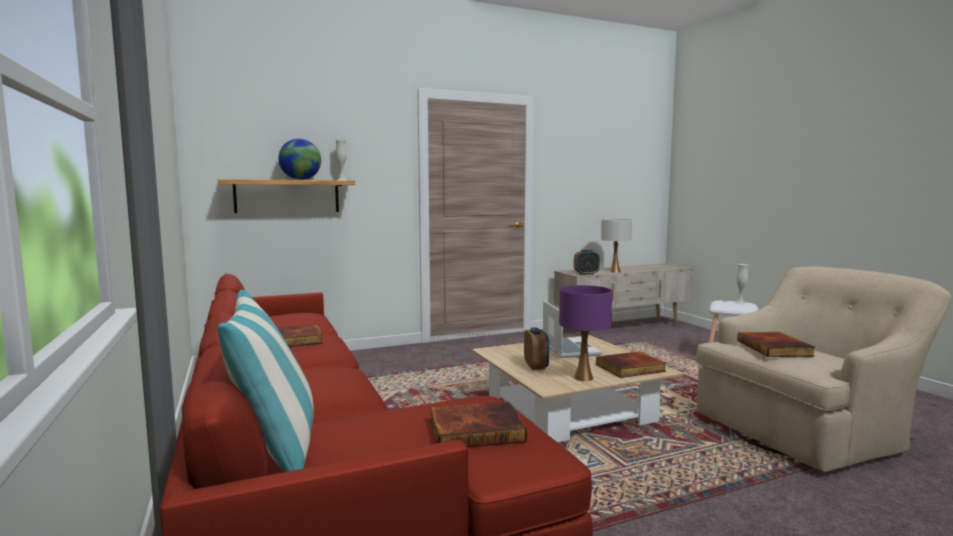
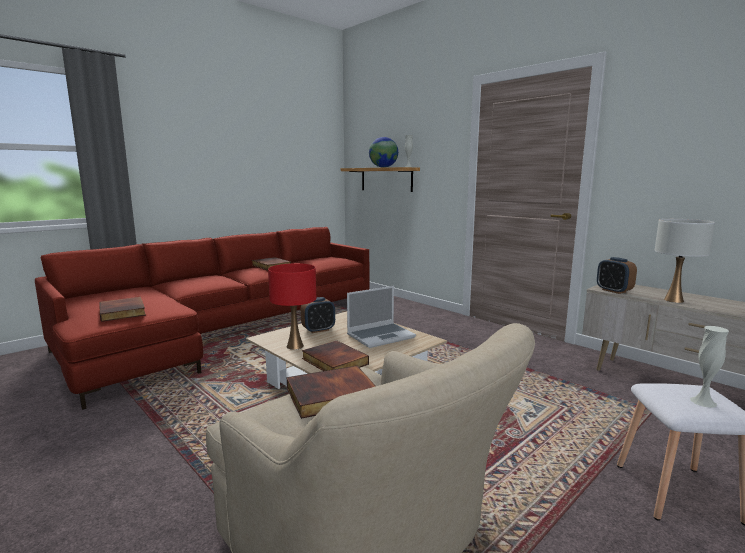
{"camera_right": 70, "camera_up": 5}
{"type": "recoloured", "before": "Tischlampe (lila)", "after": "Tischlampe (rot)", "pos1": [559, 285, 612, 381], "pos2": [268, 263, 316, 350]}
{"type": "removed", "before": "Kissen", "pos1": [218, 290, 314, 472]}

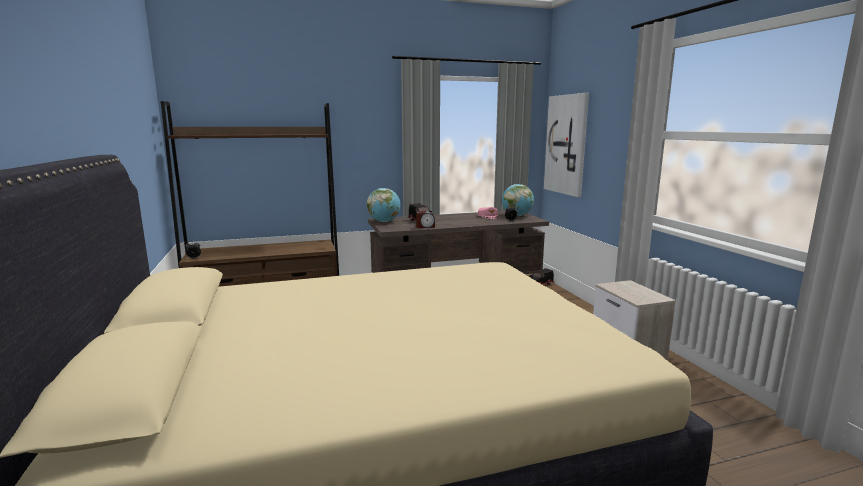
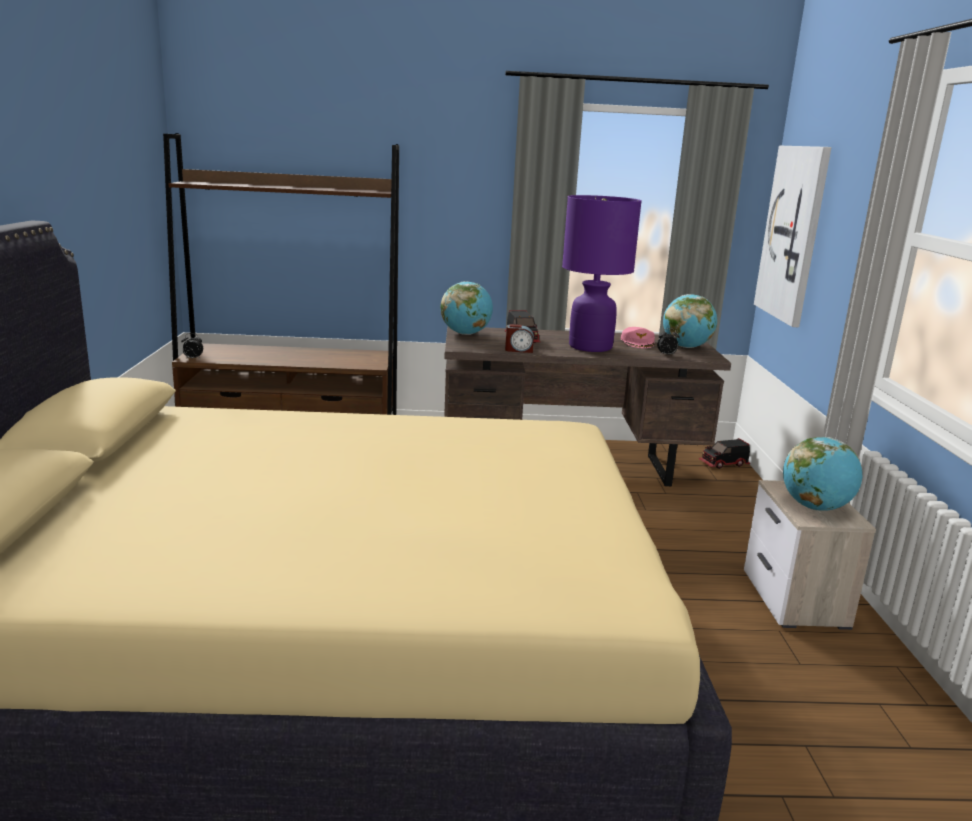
{"camera_right": 15, "camera_up": 5}
{"type": "added", "after": "Tischlampe (lila)", "pos2": [562, 195, 642, 352]}
{"type": "added", "after": "Globus", "pos2": [783, 437, 862, 511]}

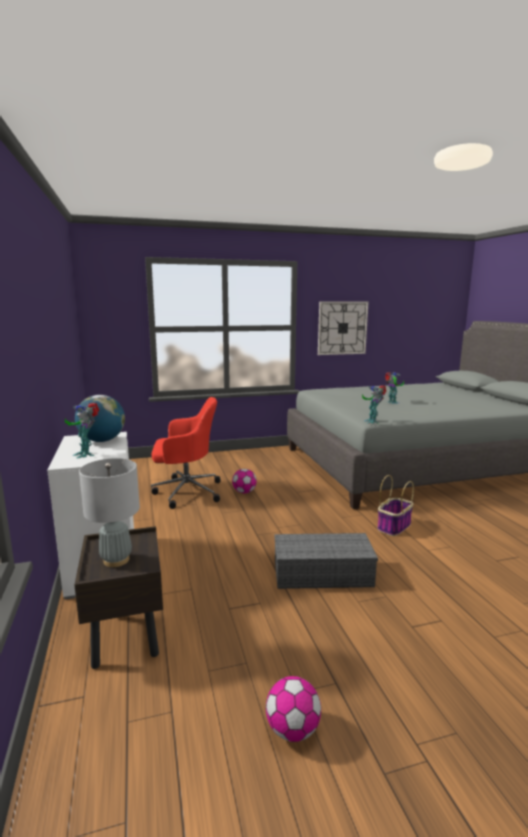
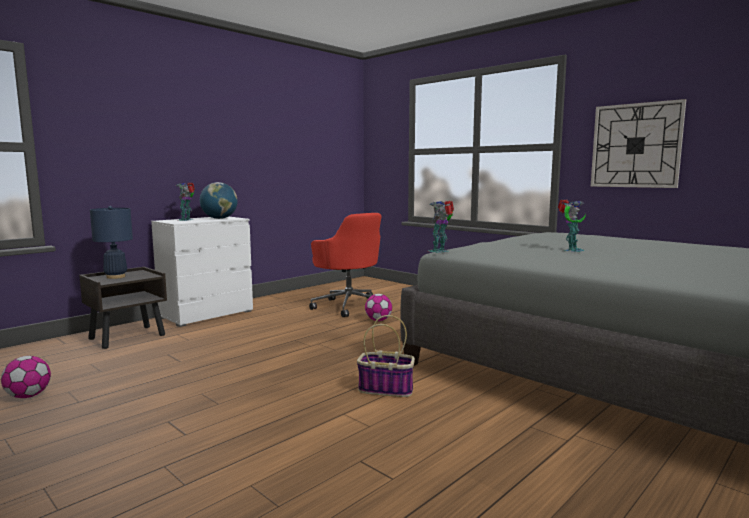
{"camera_right": 60, "camera_up": -5}
{"type": "recoloured", "before": "Tischlampe (grau)", "after": "Tischlampe (blau)", "pos1": [79, 458, 140, 567], "pos2": [90, 206, 133, 279]}
{"type": "removed", "before": "Aufbewahrungsbox (grau)", "pos1": [274, 533, 378, 589]}

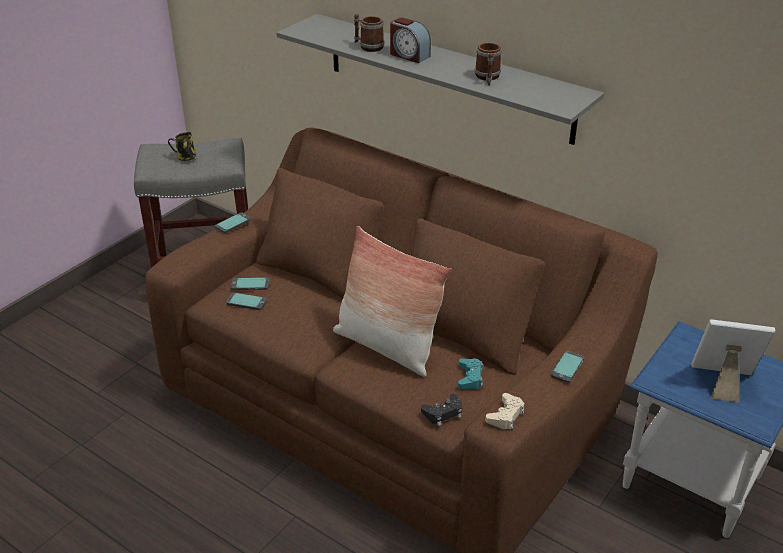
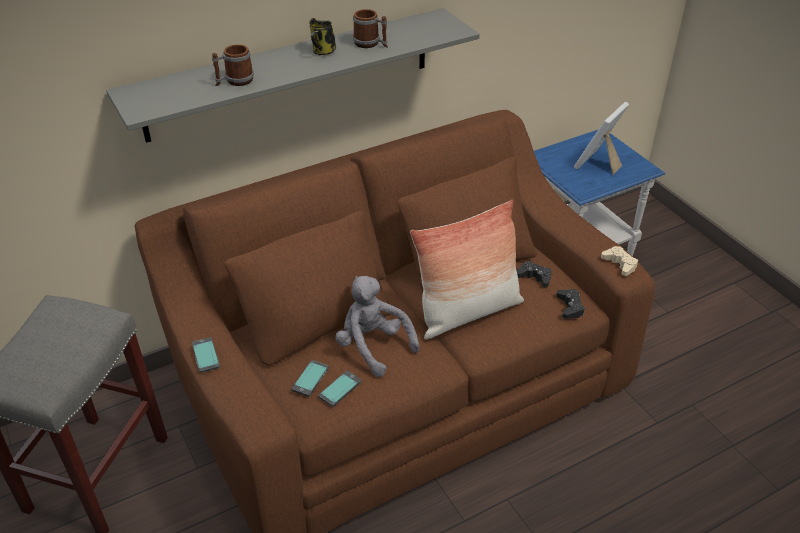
{"camera_right": -65, "camera_up": 5}
{"type": "moved", "before": "Henkelbecher", "pos1": [168, 132, 196, 161], "pos2": [309, 18, 336, 55]}
{"type": "added", "after": "Plüschtier (grau)", "pos2": [335, 276, 420, 377]}
{"type": "recoloured", "before": "Gamepad (türkis)", "after": "Gamepad (schwarz)", "pos1": [458, 358, 483, 390], "pos2": [517, 261, 552, 287]}
{"type": "removed", "before": "Wecker", "pos1": [390, 18, 431, 63]}
{"type": "removed", "before": "Handy", "pos1": [550, 351, 584, 383]}

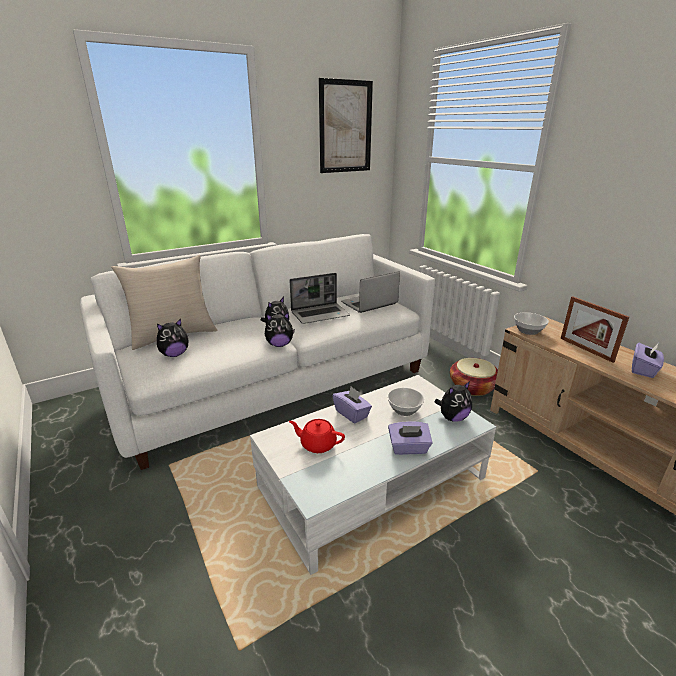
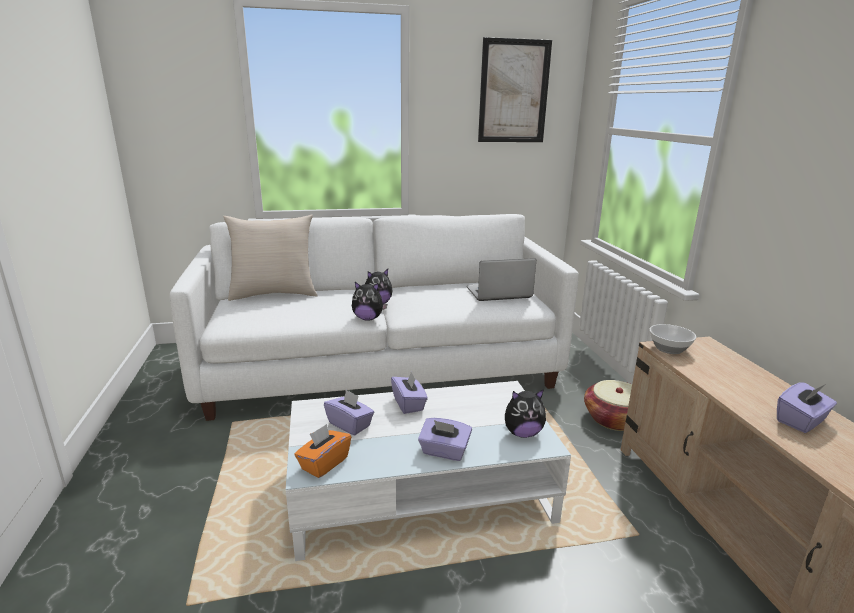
{"camera_right": 20, "camera_up": -5}
{"type": "added", "after": "Taschentuchbox (orange)", "pos2": [294, 424, 351, 478]}
{"type": "replaced", "before": "Teekanne (rot)", "after": "Taschentuchbox (lila)", "pos1": [289, 419, 345, 453], "pos2": [324, 390, 374, 435]}
{"type": "removed", "before": "Plüschtier", "pos1": [157, 319, 188, 357]}
{"type": "removed", "before": "Laptop", "pos1": [290, 273, 350, 324]}
{"type": "removed", "before": "Schüssel", "pos1": [387, 388, 424, 416]}
{"type": "removed", "before": "Bilderrahmen", "pos1": [560, 296, 629, 363]}

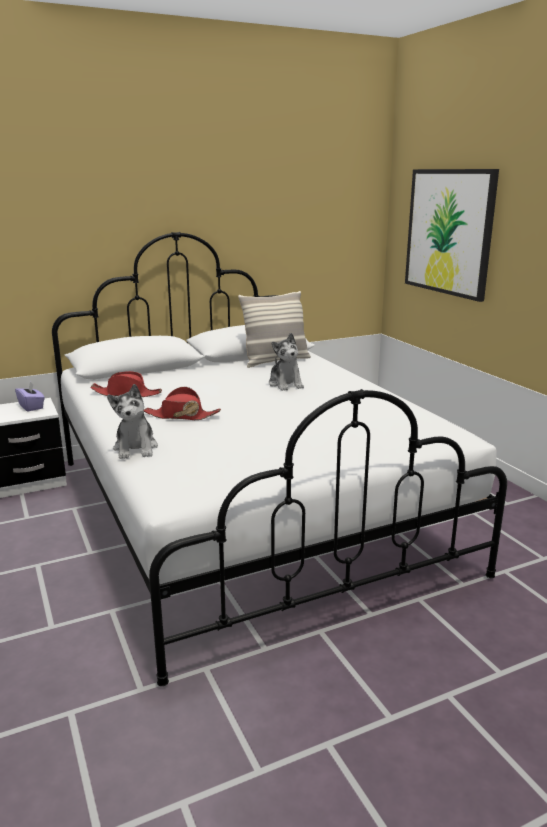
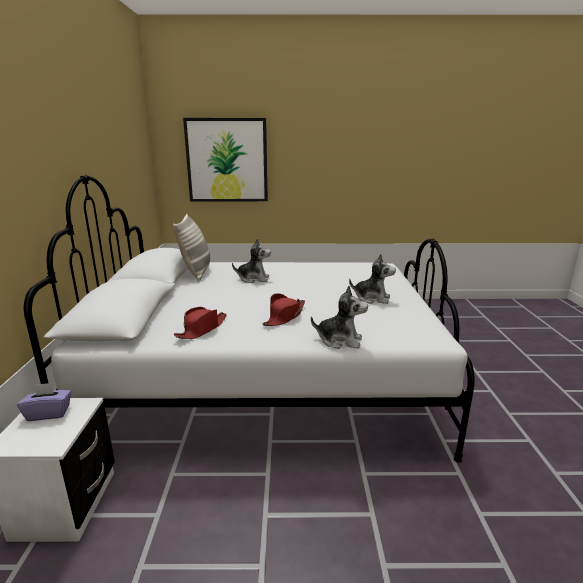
{"camera_right": -65, "camera_up": 0}
{"type": "added", "after": "Plüschtier", "pos2": [349, 254, 396, 304]}

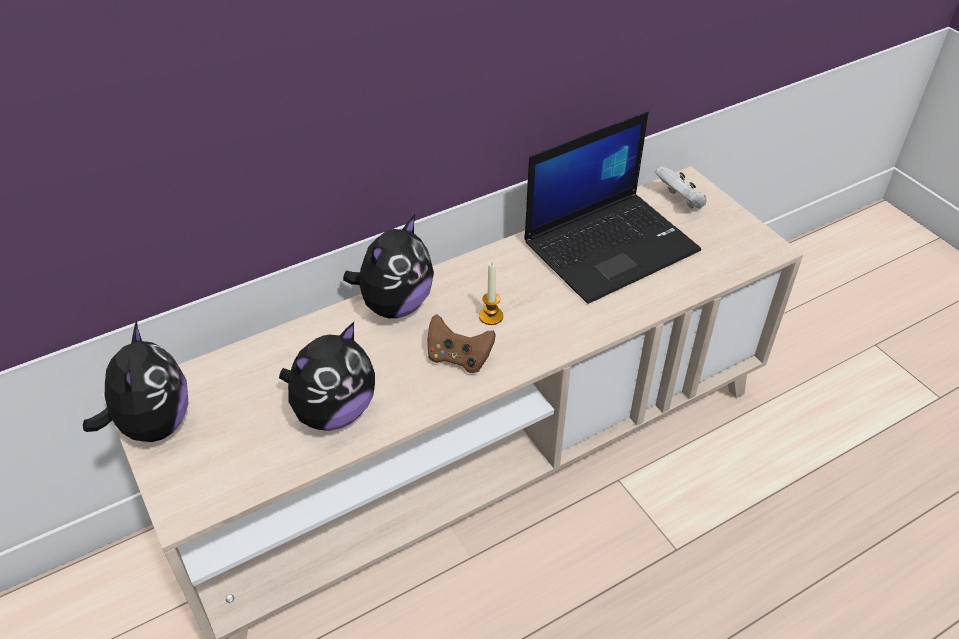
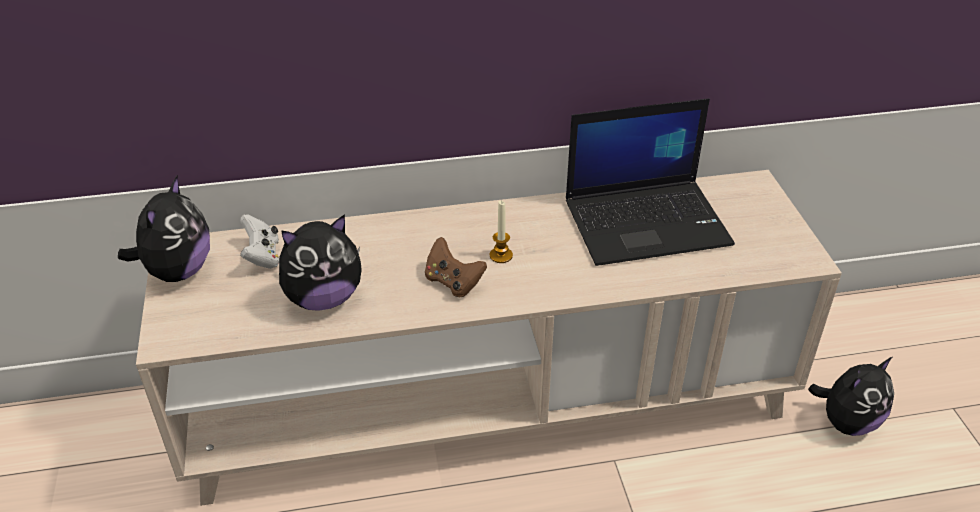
{"camera_right": 20, "camera_up": -5}
{"type": "moved", "before": "Gamepad (weiß)", "pos1": [655, 166, 707, 209], "pos2": [240, 214, 279, 269]}
{"type": "moved", "before": "Plüschtier", "pos1": [343, 215, 434, 318], "pos2": [808, 357, 894, 436]}

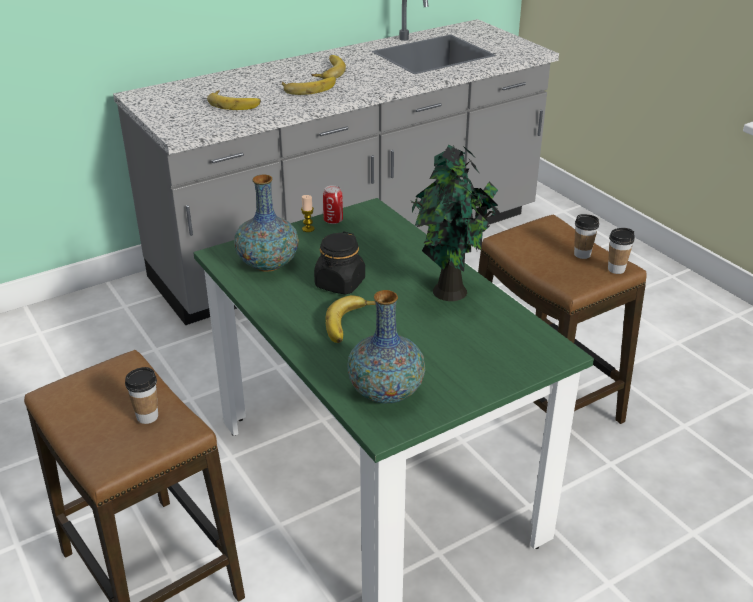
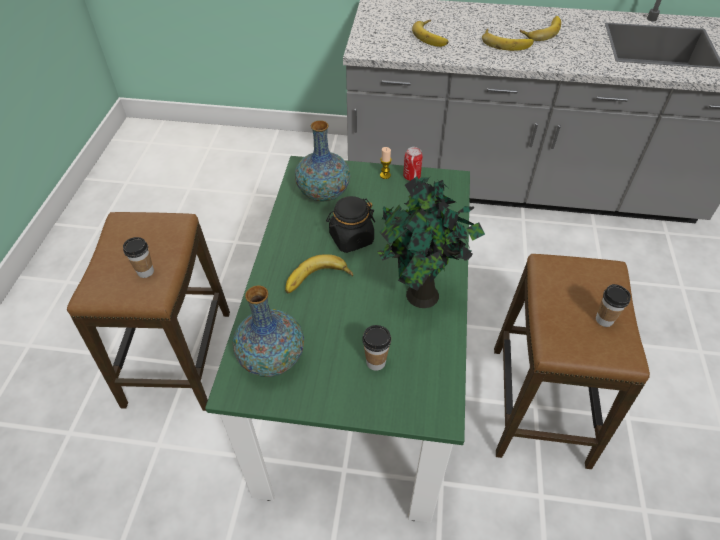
{"camera_right": 40, "camera_up": 15}
{"type": "moved", "before": "Tasse", "pos1": [608, 228, 635, 274], "pos2": [363, 325, 391, 371]}

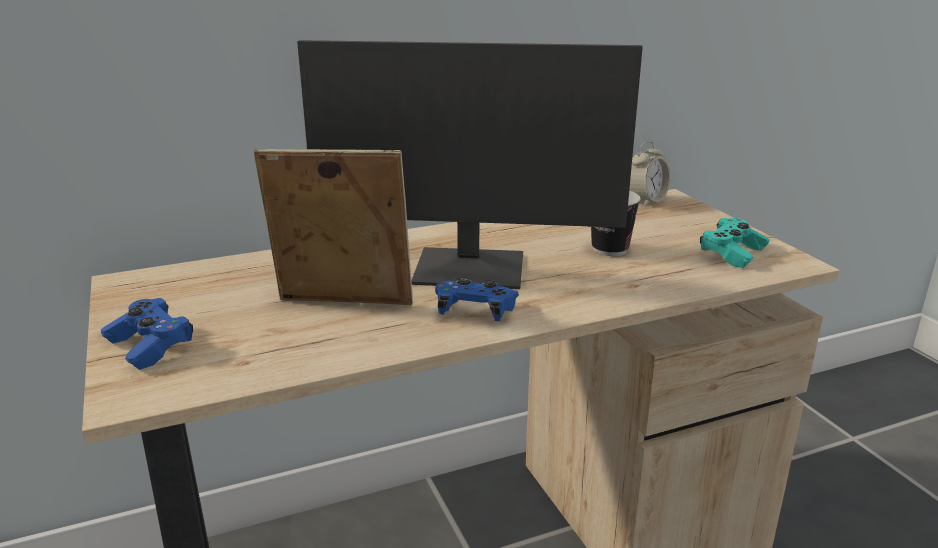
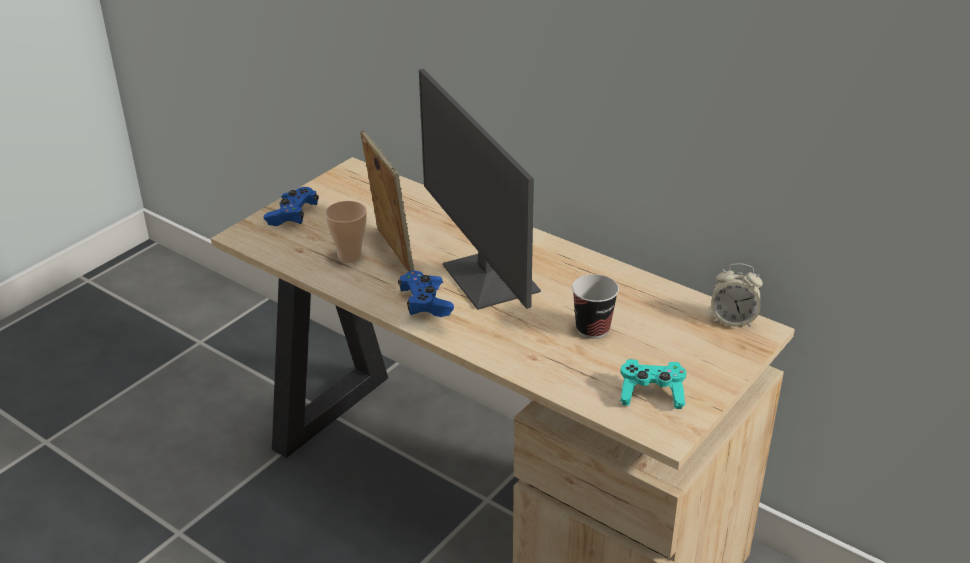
{"camera_right": 60, "camera_up": 10}
{"type": "added", "after": "Tasse", "pos2": [325, 201, 367, 262]}

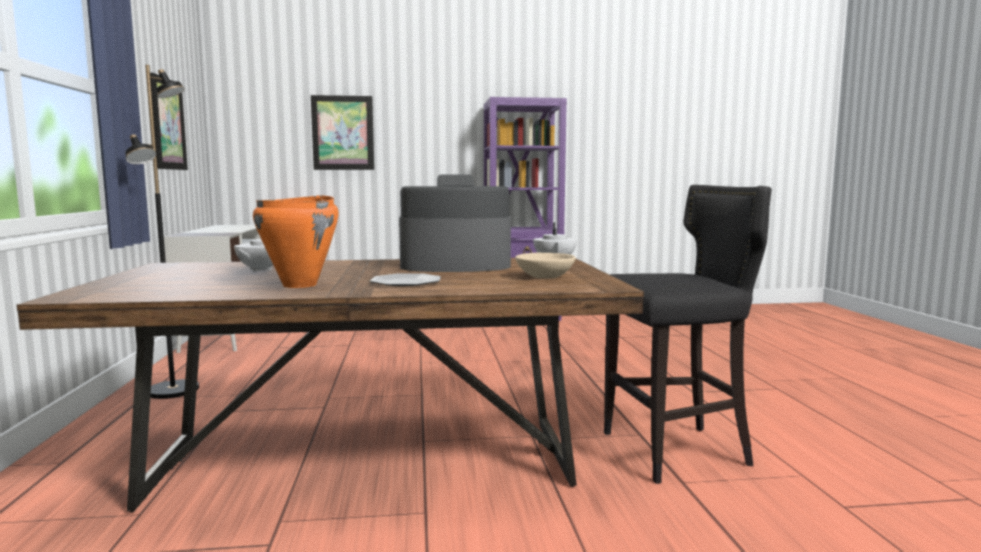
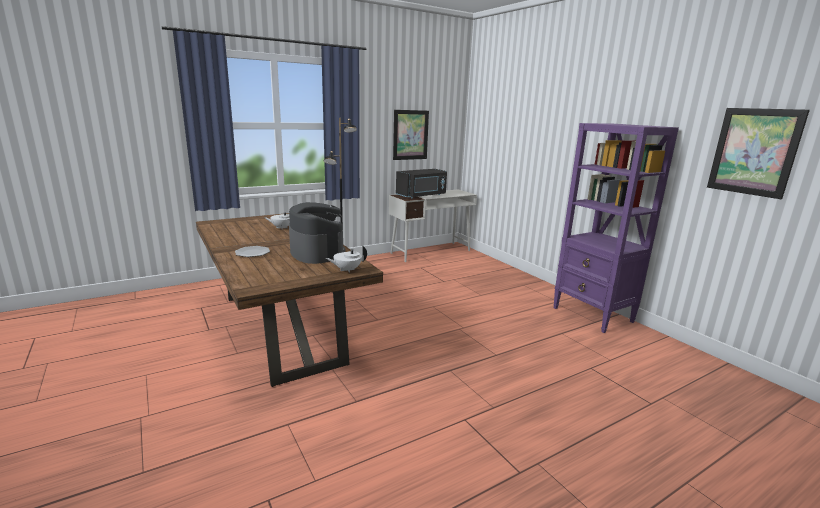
{"camera_right": 65, "camera_up": 10}
{"type": "added", "after": "Mikrowelle (schwarz)", "pos2": [396, 169, 447, 198]}
{"type": "moved", "before": "Bild", "pos1": [311, 95, 374, 170], "pos2": [707, 108, 810, 199]}
{"type": "removed", "before": "Kochtopf (orange)", "pos1": [253, 195, 339, 288]}
{"type": "removed", "before": "Schüssel (beige)", "pos1": [515, 253, 576, 279]}
{"type": "removed", "before": "Hocker (schwarz)", "pos1": [604, 185, 772, 484]}

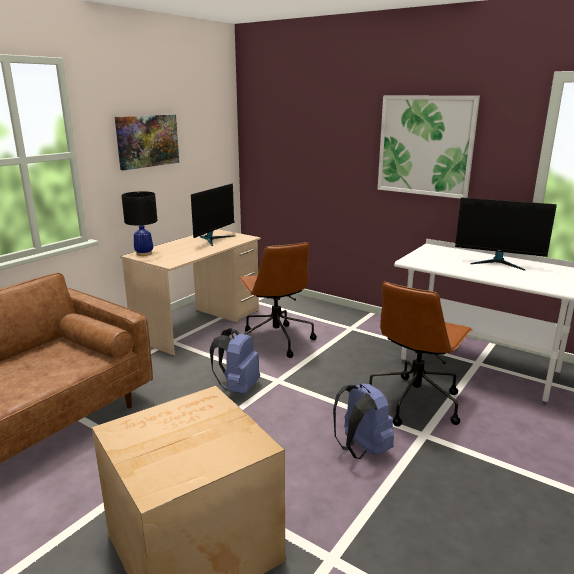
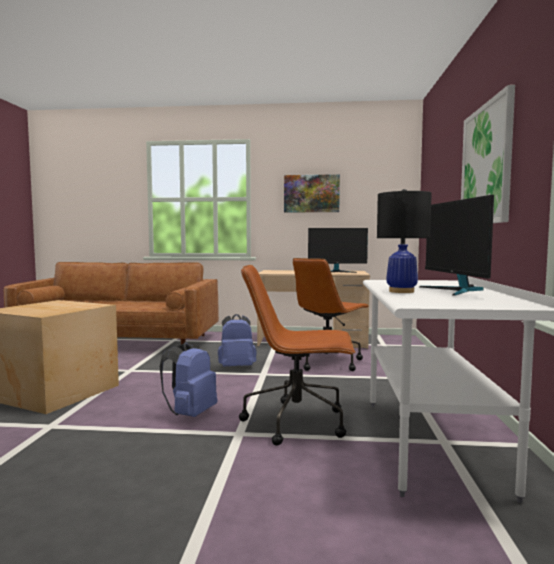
{"camera_right": 60, "camera_up": -15}
{"type": "moved", "before": "Tischlampe (schwarz)", "pos1": [121, 191, 157, 256], "pos2": [377, 189, 432, 293]}

